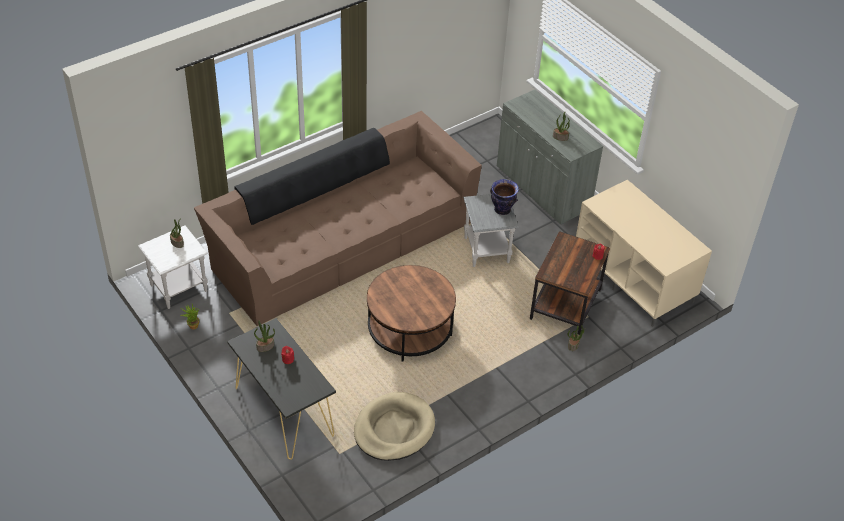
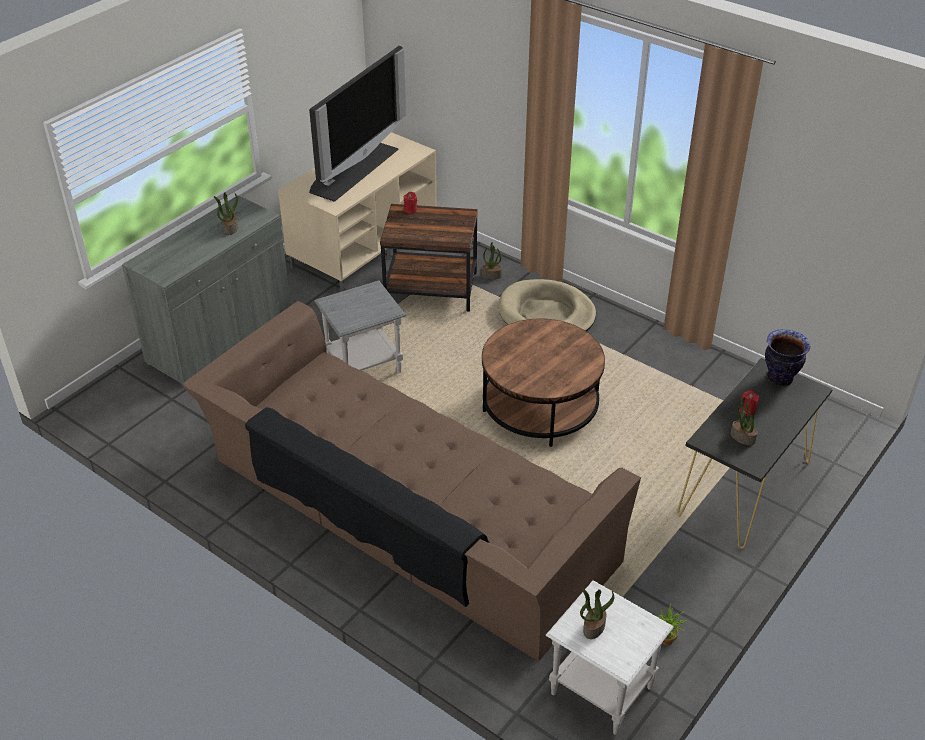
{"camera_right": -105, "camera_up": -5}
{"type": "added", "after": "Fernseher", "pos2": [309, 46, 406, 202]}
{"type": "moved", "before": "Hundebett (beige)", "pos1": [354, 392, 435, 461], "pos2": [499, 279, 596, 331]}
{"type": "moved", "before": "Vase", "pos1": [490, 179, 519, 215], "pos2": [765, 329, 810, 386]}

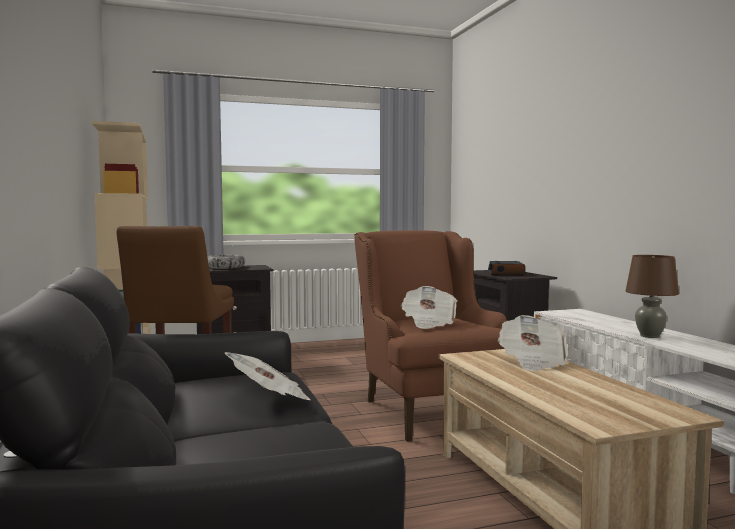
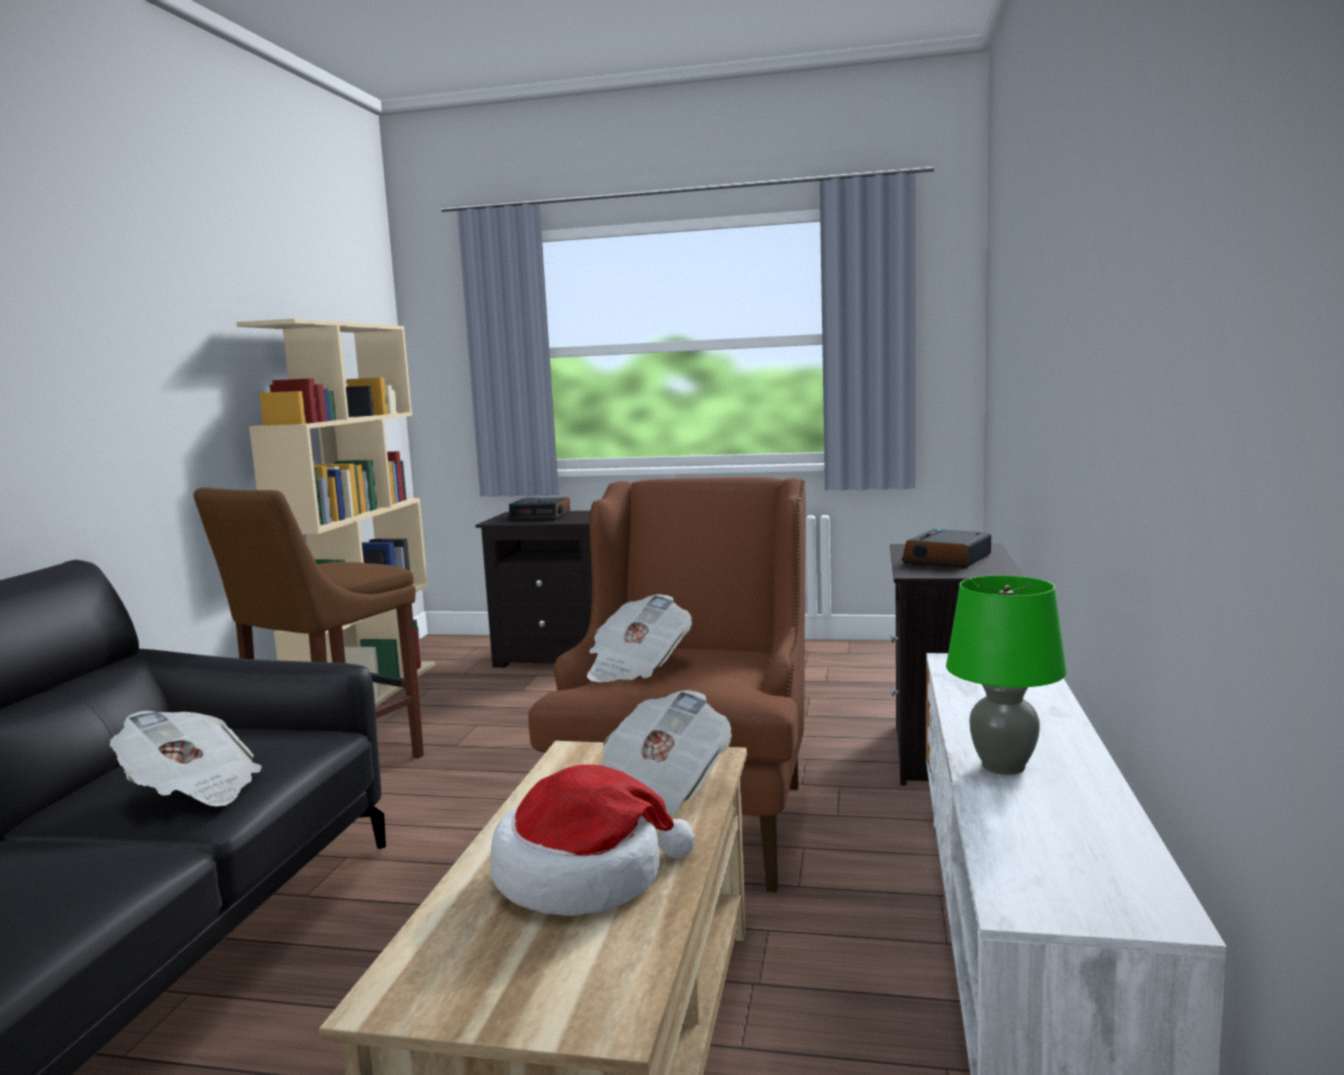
{"camera_right": 30, "camera_up": 5}
{"type": "added", "after": "Hut", "pos2": [490, 765, 695, 916]}
{"type": "replaced", "before": "Schüssel", "after": "Wecker", "pos1": [208, 254, 245, 269], "pos2": [509, 497, 570, 521]}
{"type": "recoloured", "before": "Tischlampe (braun)", "after": "Tischlampe (grün)", "pos1": [625, 255, 679, 338], "pos2": [946, 575, 1067, 775]}

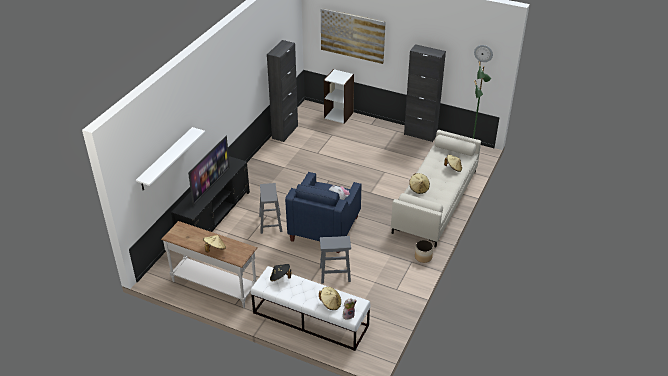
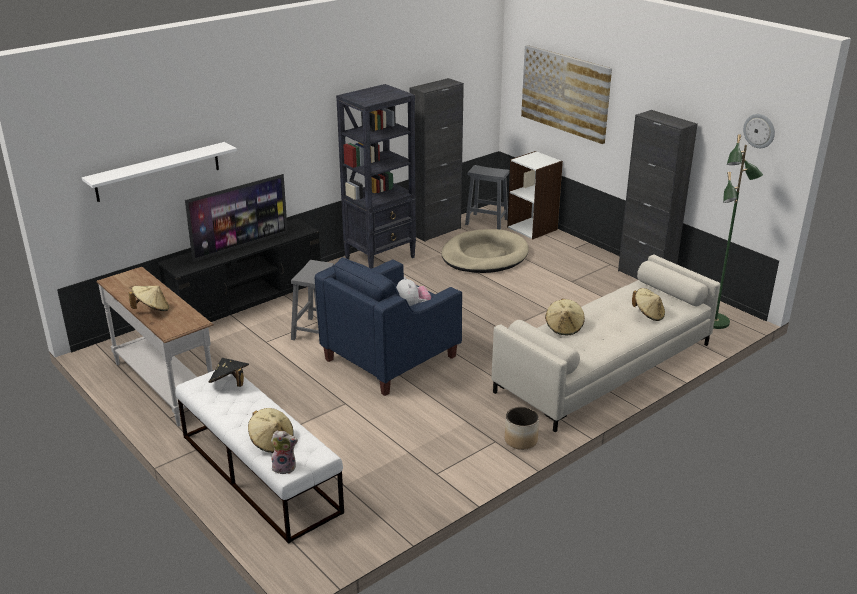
{"camera_right": 25, "camera_up": -10}
{"type": "added", "after": "Bücherregal (schwarz)", "pos2": [336, 84, 416, 269]}
{"type": "added", "after": "Hundebett (beige)", "pos2": [441, 229, 529, 273]}
{"type": "moved", "before": "Hocker (grau)", "pos1": [320, 236, 351, 284], "pos2": [465, 165, 509, 230]}

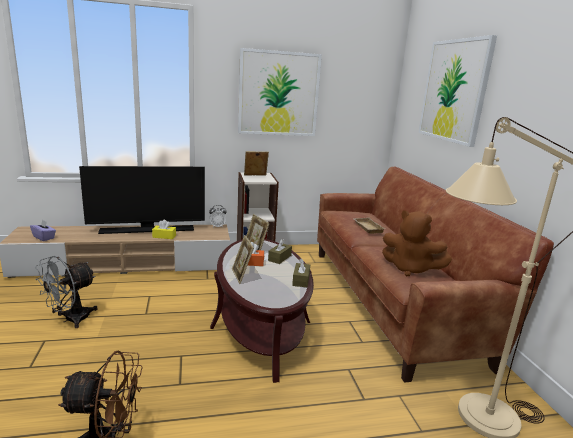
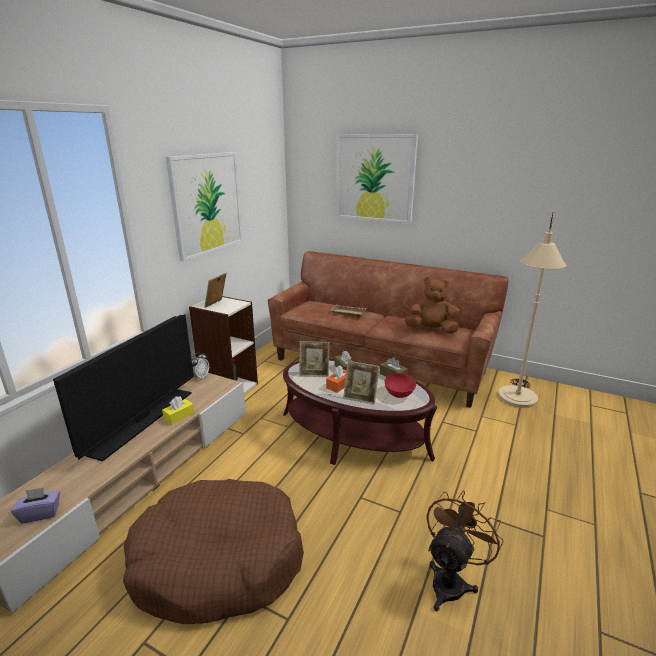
{"camera_right": -50, "camera_up": 5}
{"type": "replaced", "before": "Ventilator (grau)", "after": "Hundebett (braun)", "pos1": [35, 256, 98, 328], "pos2": [123, 479, 304, 624]}
{"type": "added", "after": "Schüssel (rot)", "pos2": [385, 373, 416, 398]}
{"type": "turned", "before": "Plüschtier (braun)", "pos1": [382, 210, 452, 276], "pos2": [405, 277, 460, 334], "turn": -150}

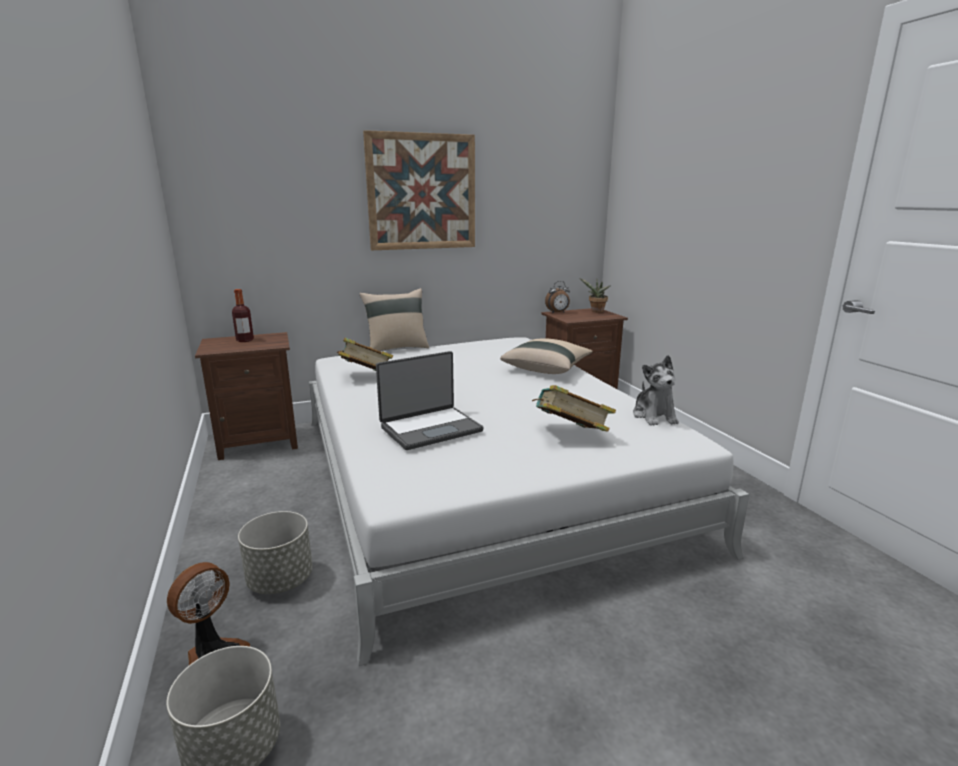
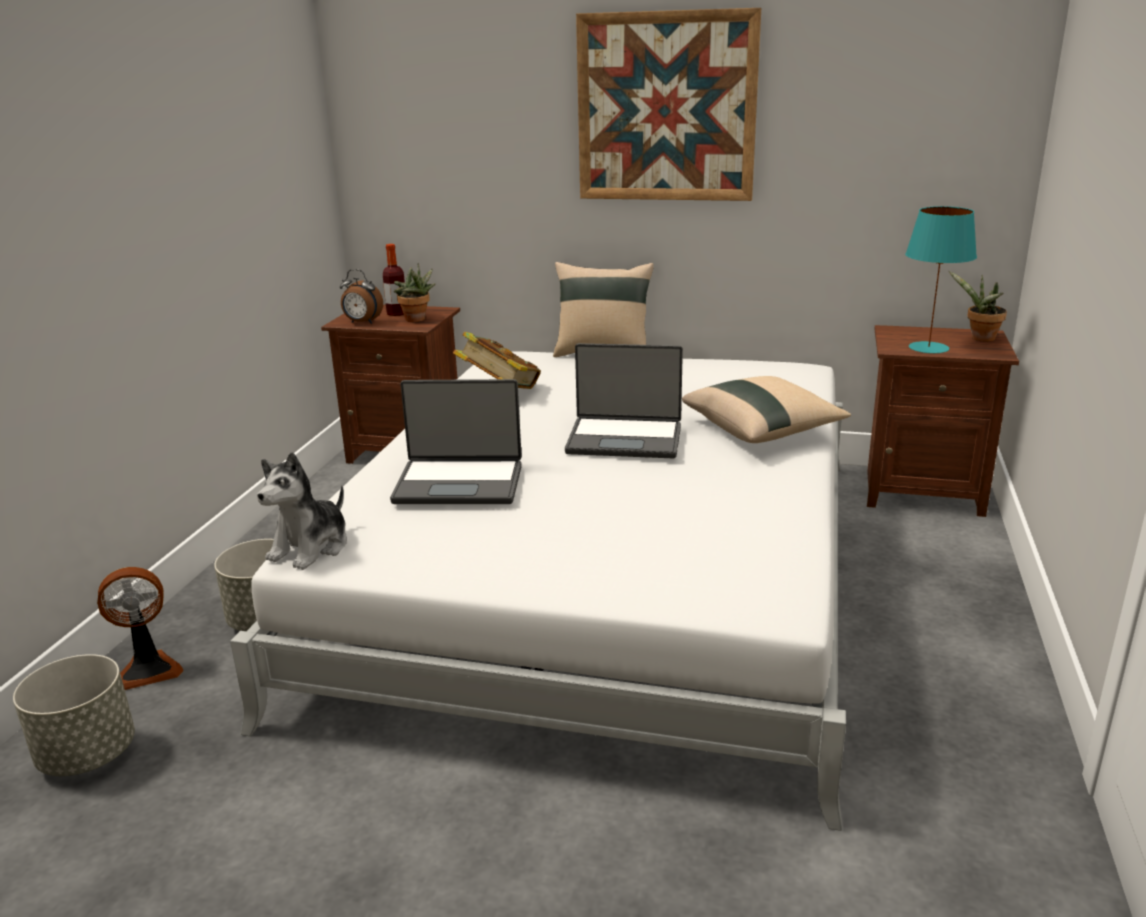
{"camera_right": 35, "camera_up": 5}
{"type": "moved", "before": "Plüschtier", "pos1": [633, 355, 679, 426], "pos2": [257, 452, 347, 570]}
{"type": "moved", "before": "Wecker", "pos1": [545, 281, 570, 313], "pos2": [340, 269, 383, 324]}
{"type": "added", "after": "Topfpflanze", "pos2": [394, 263, 436, 322]}
{"type": "added", "after": "Laptop", "pos2": [565, 343, 683, 458]}
{"type": "added", "after": "Tischlampe (türkis)", "pos2": [905, 206, 977, 353]}
{"type": "removed", "before": "Buch", "pos1": [532, 385, 616, 431]}

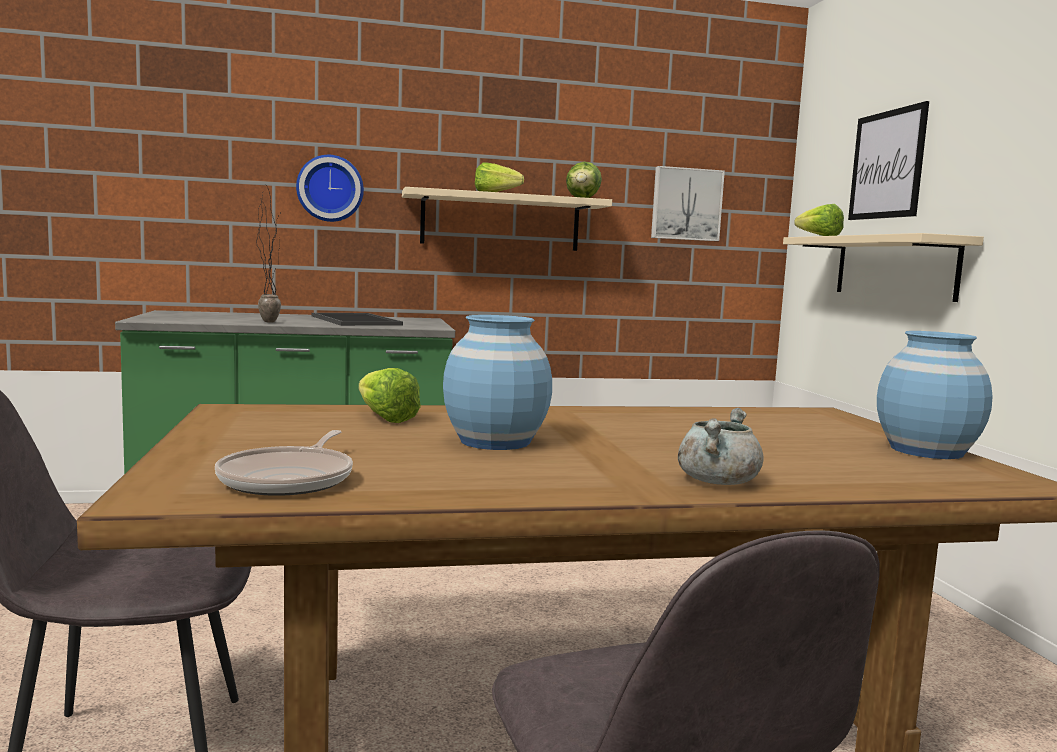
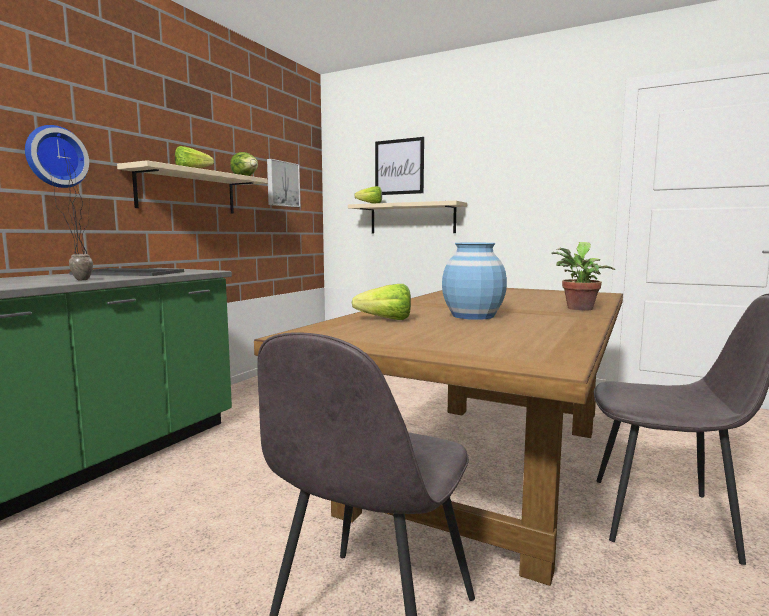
{"camera_right": -50, "camera_up": 0}
{"type": "replaced", "before": "Kochtopf (grau)", "after": "Topfpflanze", "pos1": [678, 408, 764, 485], "pos2": [551, 242, 615, 311]}
{"type": "removed", "before": "Pfanne", "pos1": [215, 430, 353, 496]}
{"type": "removed", "before": "Vase (blau)", "pos1": [877, 331, 993, 459]}

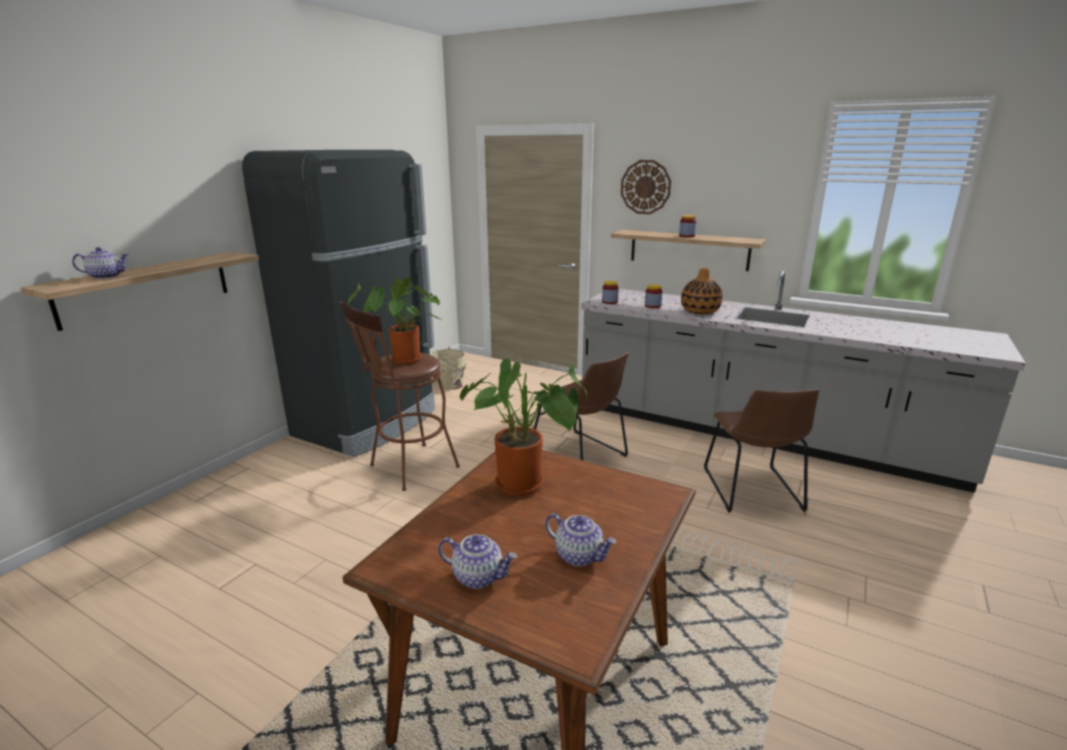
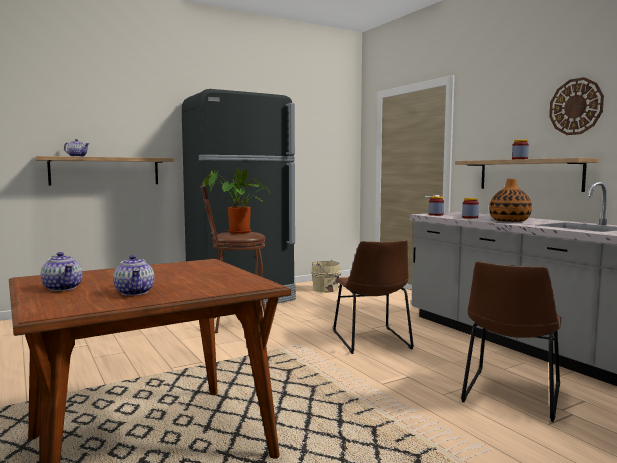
{"camera_right": 30, "camera_up": -15}
{"type": "moved", "before": "Wanduhr", "pos1": [621, 160, 671, 214], "pos2": [549, 77, 604, 135]}
{"type": "removed", "before": "Topfpflanze", "pos1": [460, 358, 587, 496]}

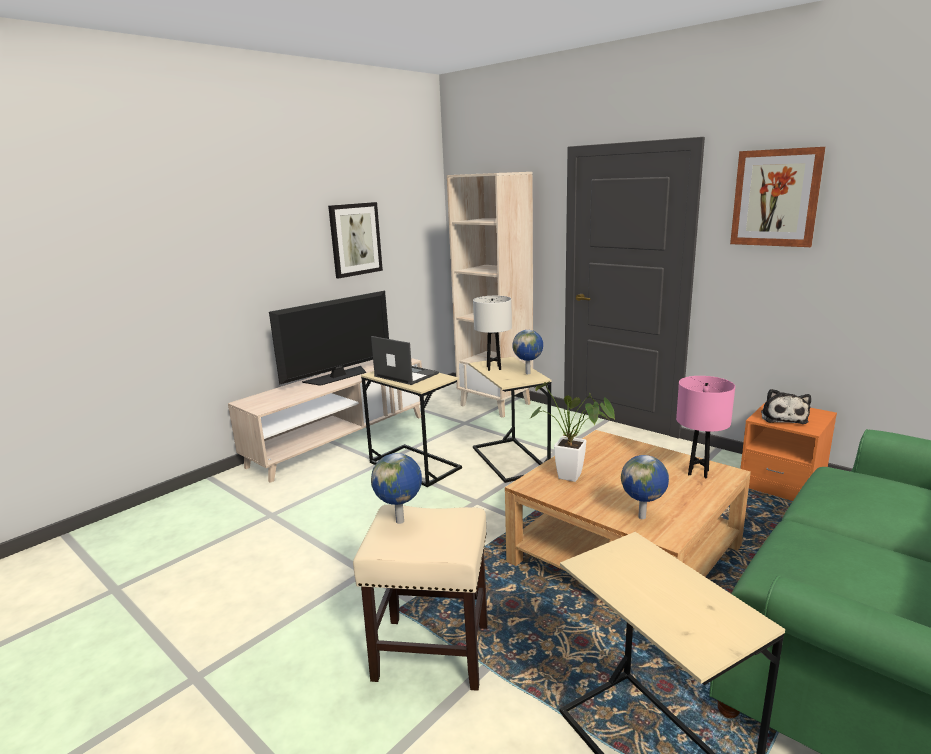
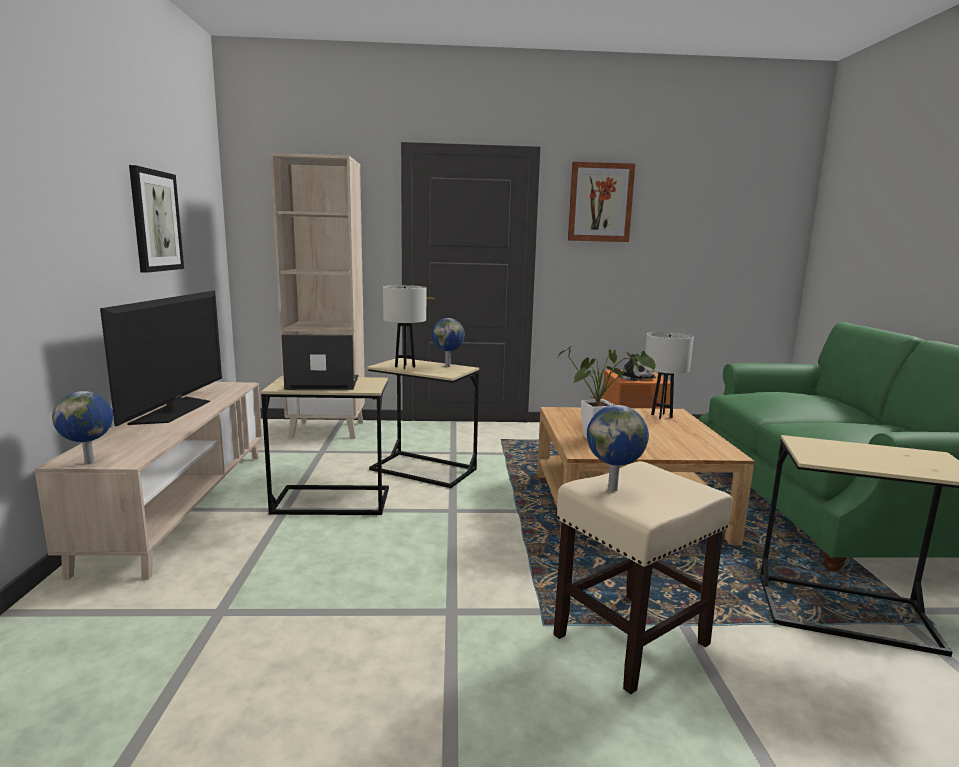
{"camera_right": -45, "camera_up": -5}
{"type": "moved", "before": "Globus", "pos1": [621, 455, 669, 519], "pos2": [52, 391, 113, 464]}
{"type": "recoloured", "before": "Tischlampe (rosa)", "after": "Tischlampe (weiß)", "pos1": [676, 376, 735, 478], "pos2": [644, 332, 694, 419]}

